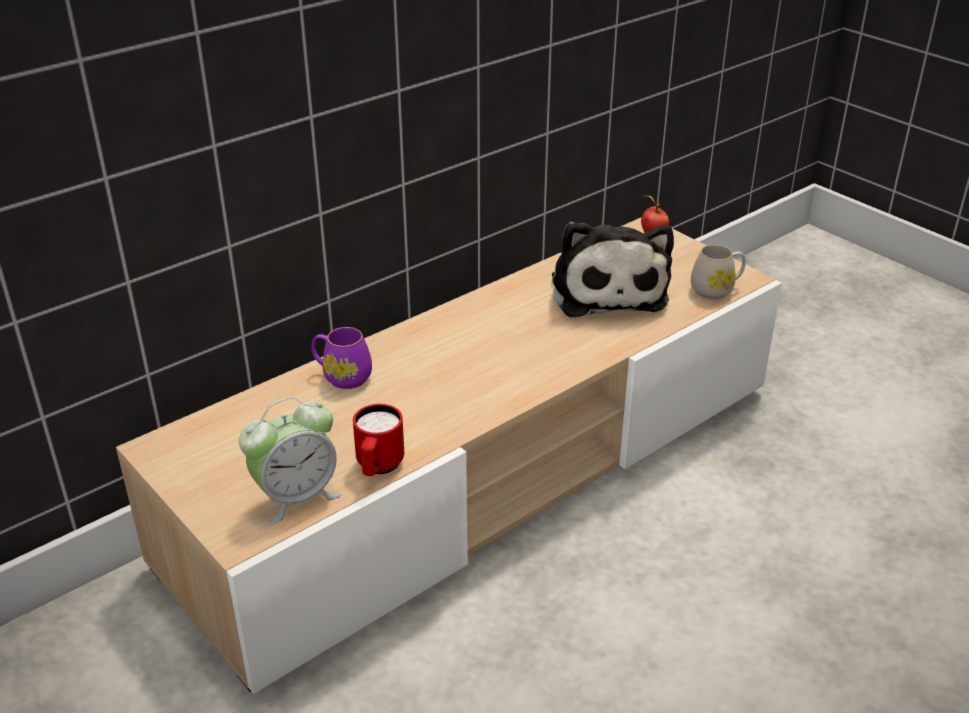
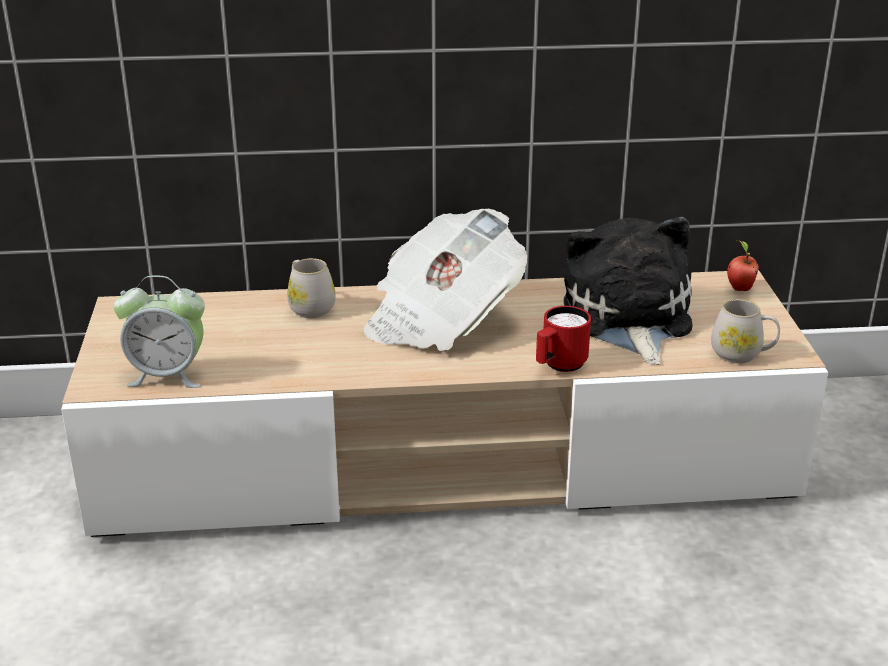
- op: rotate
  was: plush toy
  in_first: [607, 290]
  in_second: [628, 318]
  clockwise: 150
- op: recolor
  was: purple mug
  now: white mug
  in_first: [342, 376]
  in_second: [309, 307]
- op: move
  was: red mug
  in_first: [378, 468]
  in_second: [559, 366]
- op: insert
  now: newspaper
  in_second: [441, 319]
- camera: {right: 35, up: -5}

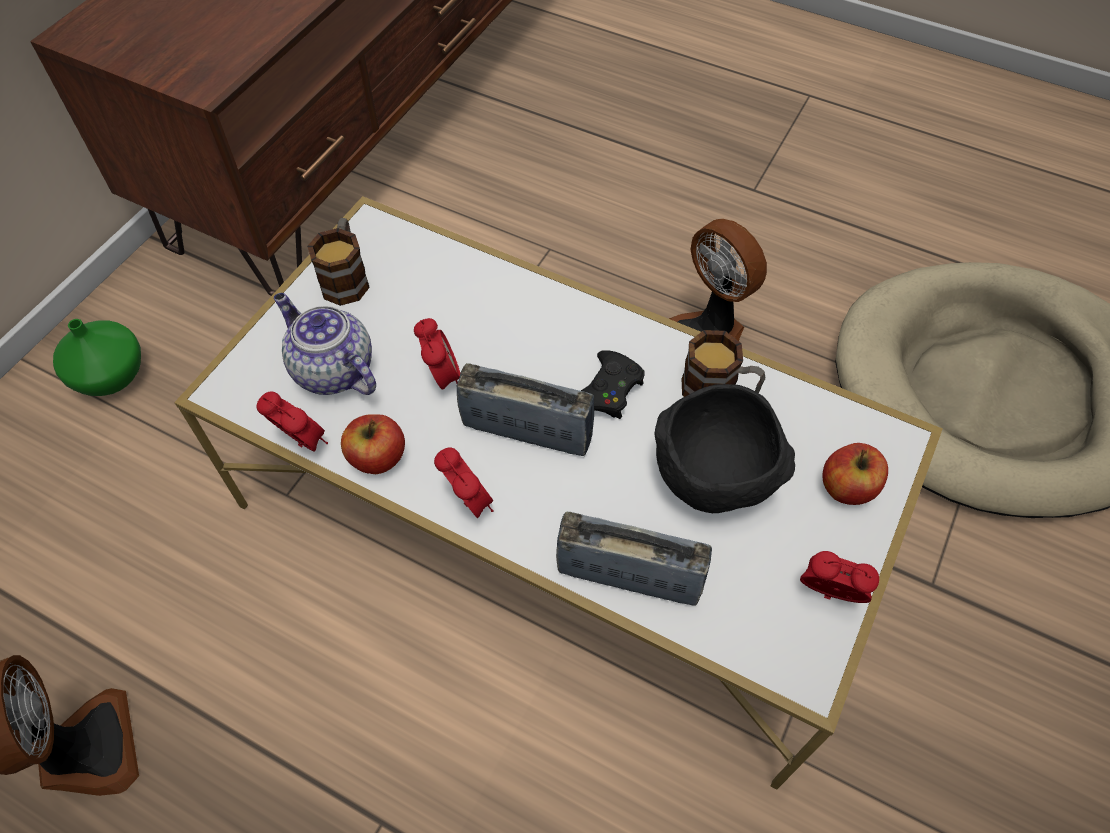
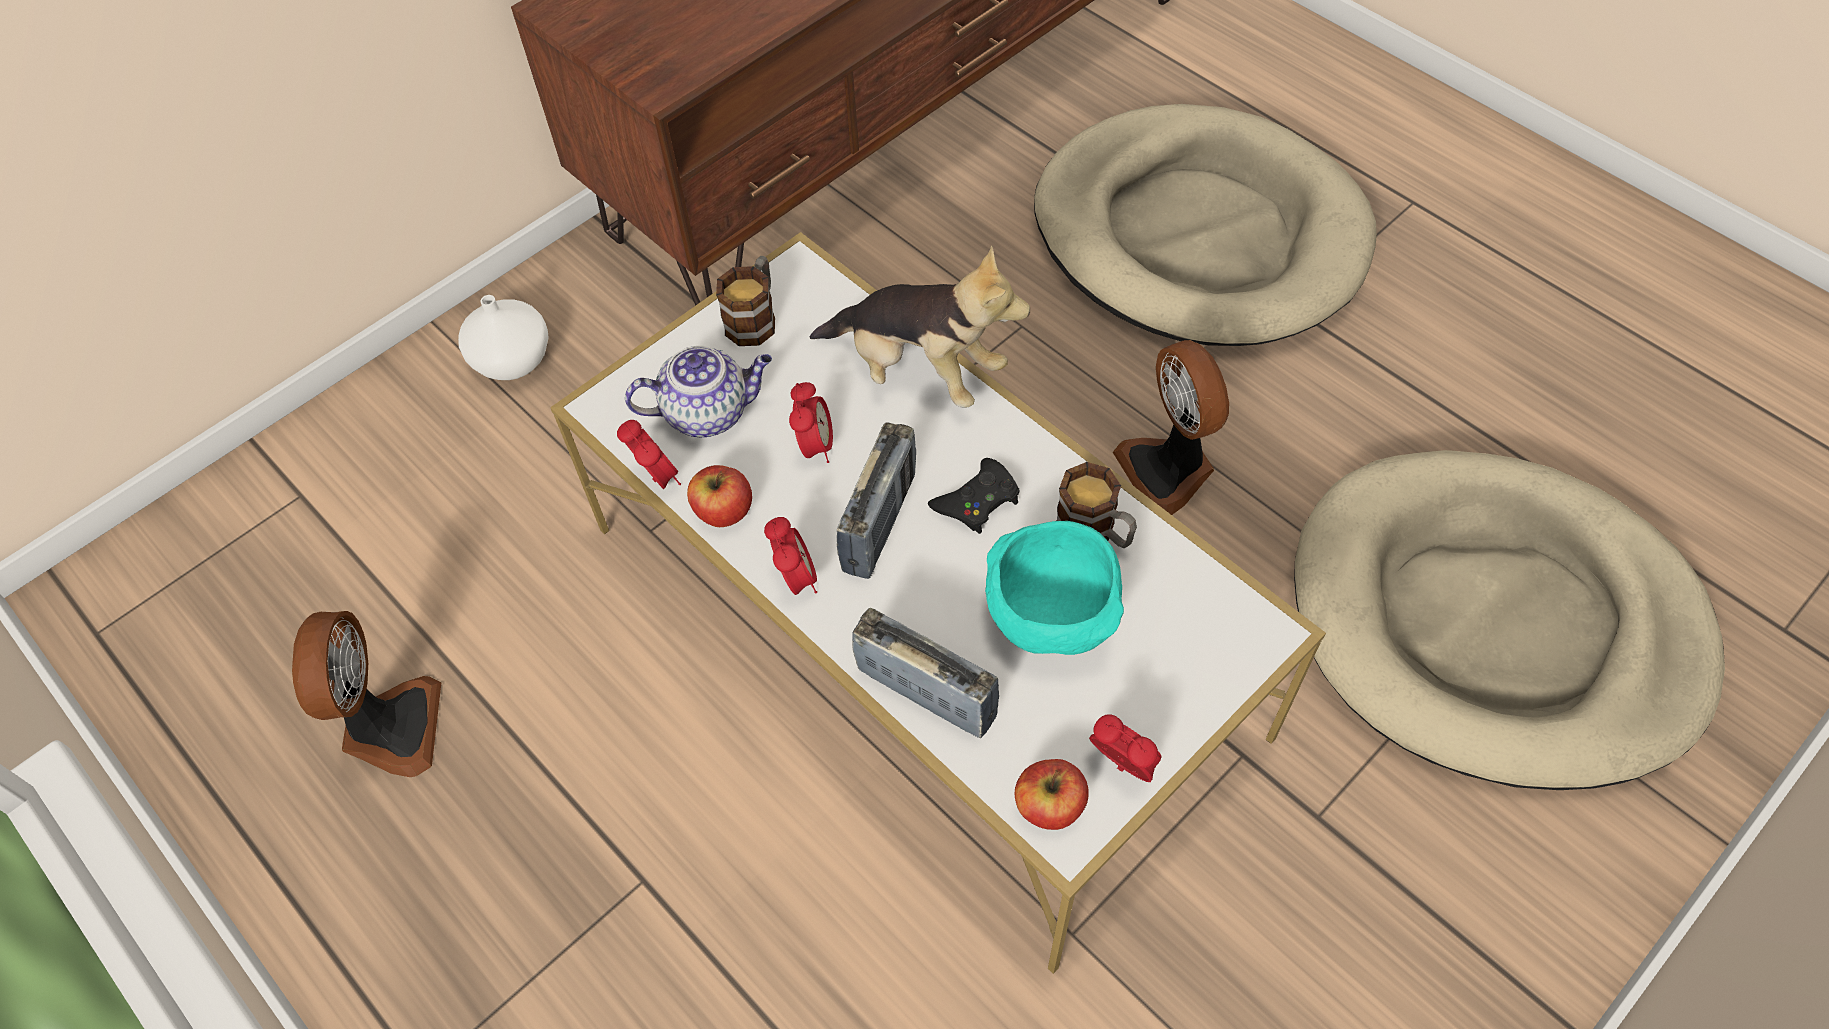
- op: rotate
  was: teapot
  in_first: [332, 370]
  in_second: [708, 412]
  clockwise: 105
- op: recolor
  was: green vase
  now: white vase
  in_first: [111, 374]
  in_second: [513, 359]
- op: rotate
  was: radio
  in_first: [527, 431]
  in_second: [879, 523]
  clockwise: 75
- op: recolor
  was: black bowl
  now: turquoise bowl
  in_first: [716, 478]
  in_second: [1055, 620]
- op: move
  was: apple
  in_first: [847, 487]
  in_second: [1050, 806]
- op: insert
  now: beige dog bed
  in_second: [1199, 235]
- op: insert
  now: plush toy
  in_second: [919, 371]
- camera: {right: 20, up: 0}

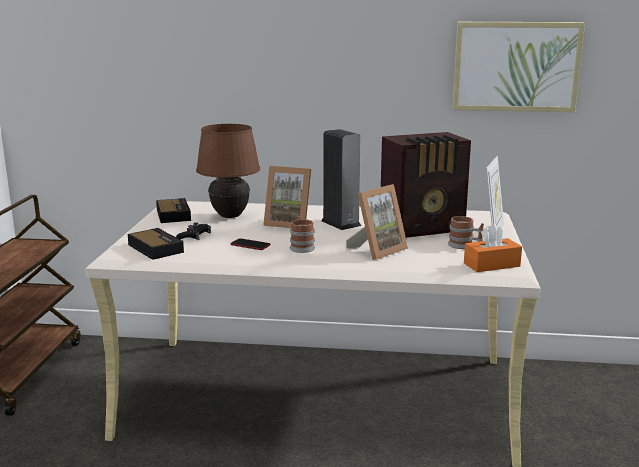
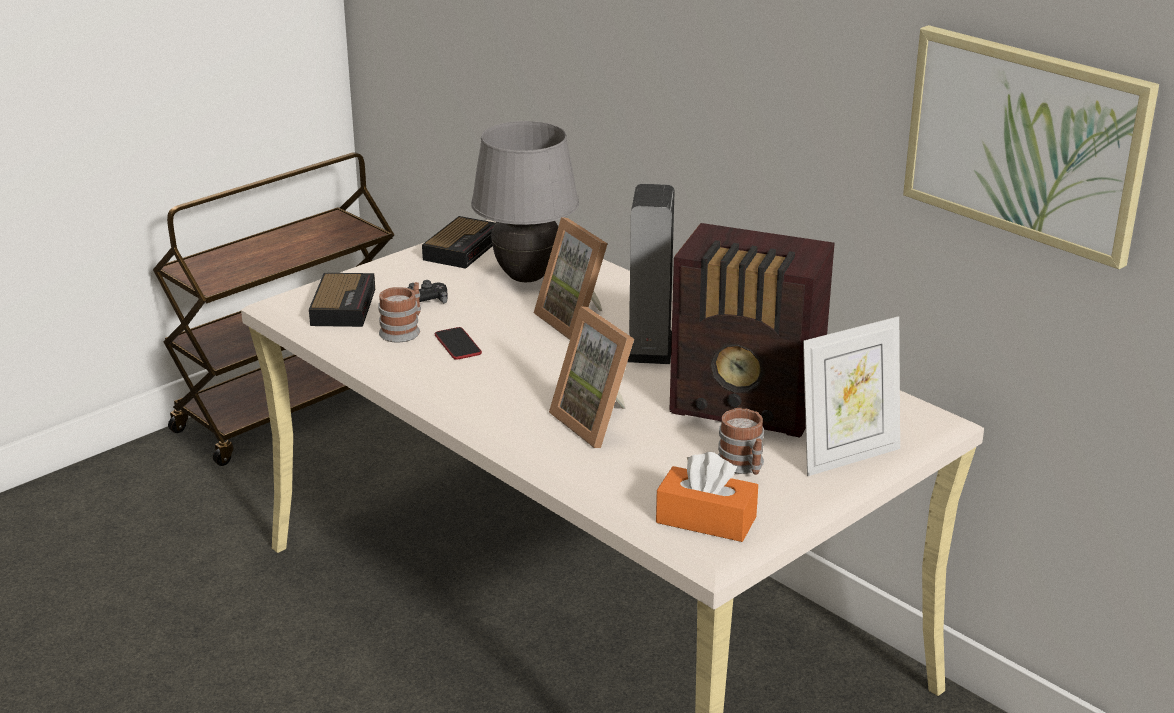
- op: recolor
  was: brown table lamp
  now: grey table lamp
  in_first: [229, 216]
  in_second: [526, 277]
- op: rotate
  was: picture frame
  in_first: [377, 250]
  in_second: [599, 422]
  clockwise: 60
- op: move
  was: mug
  in_first: [301, 247]
  in_second: [404, 330]
- camera: {right: 40, up: 10}

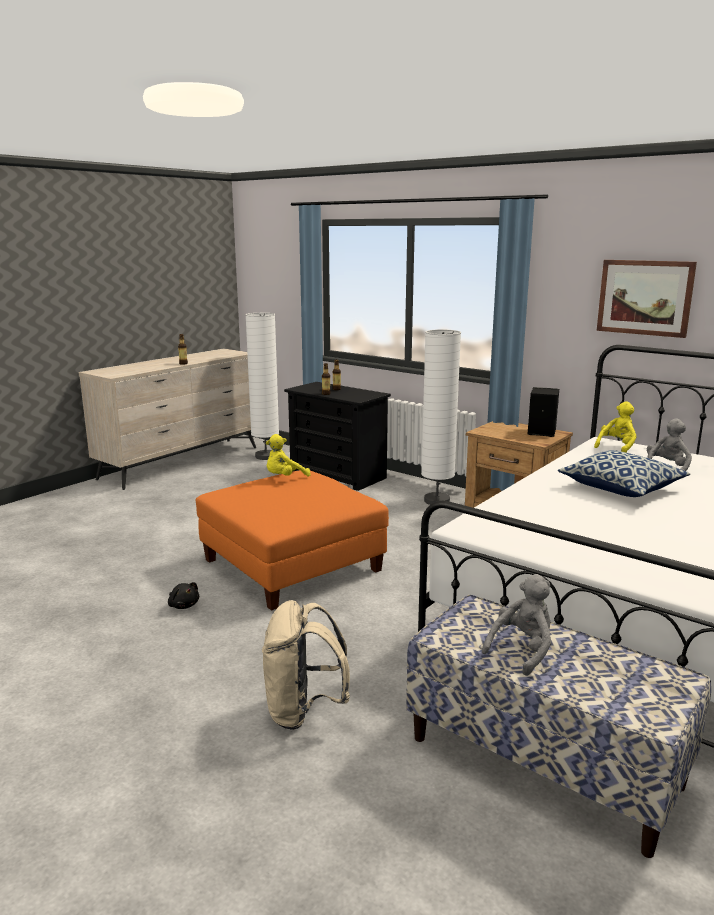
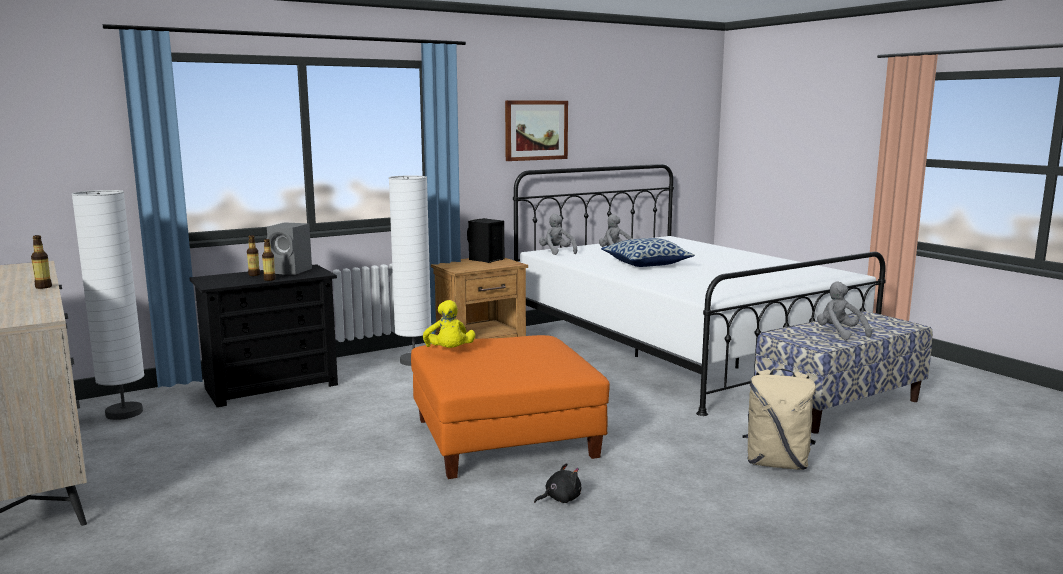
- op: recolor
  was: yellow plush toy
  now: grey plush toy
  in_first: [617, 447]
  in_second: [556, 252]
- op: insert
  now: grey speaker
  in_second: [292, 271]
- camera: {right: -70, up: -5}

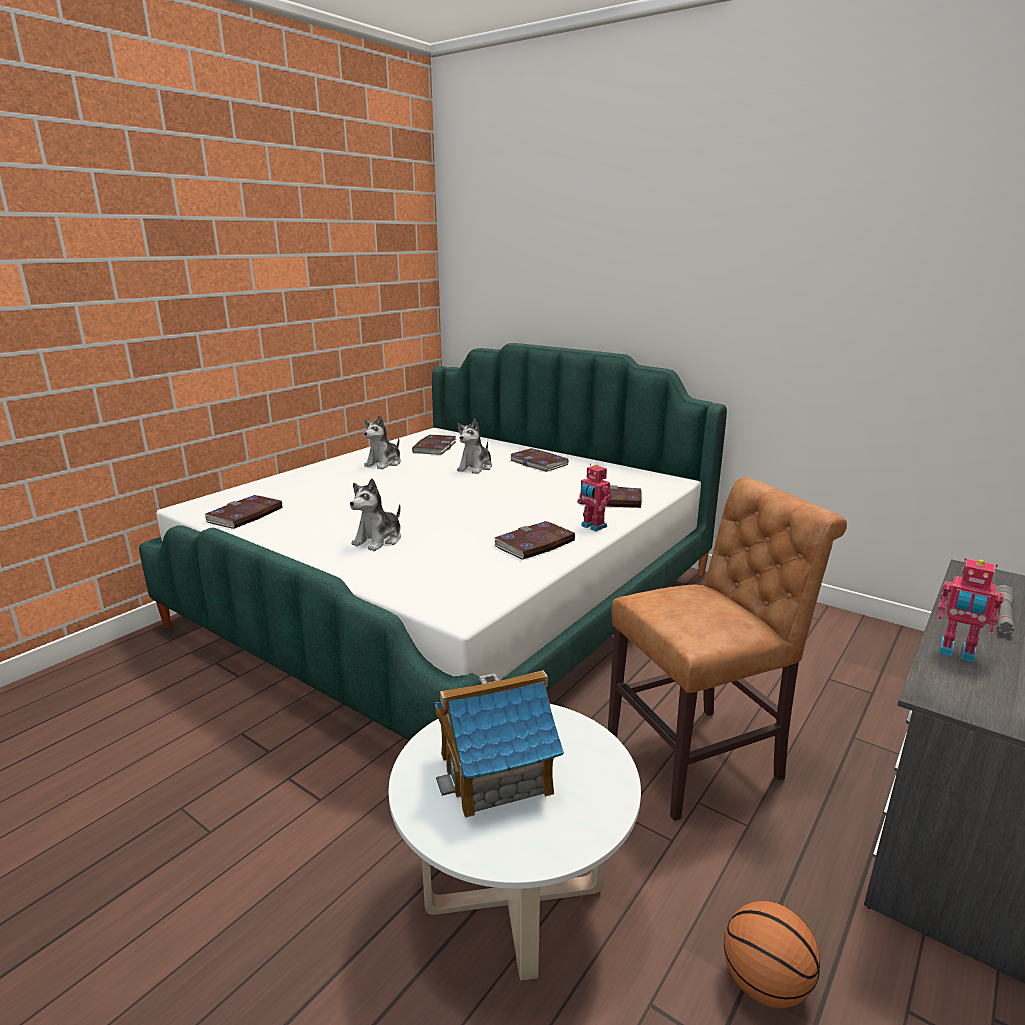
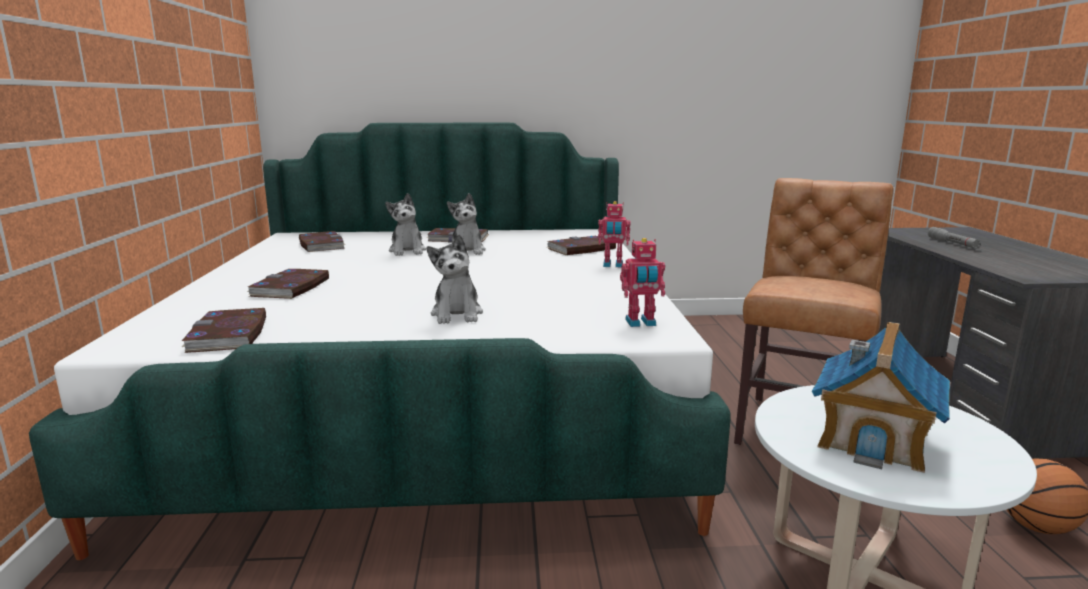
- op: move
  was: plush toy
  in_first: [384, 463]
  in_second: [467, 251]
- op: move
  was: book
  in_first: [534, 544]
  in_second: [291, 288]
- op: move
  was: toy robot
  in_first: [956, 652]
  in_second: [641, 323]
- camera: {right: -40, up: -5}

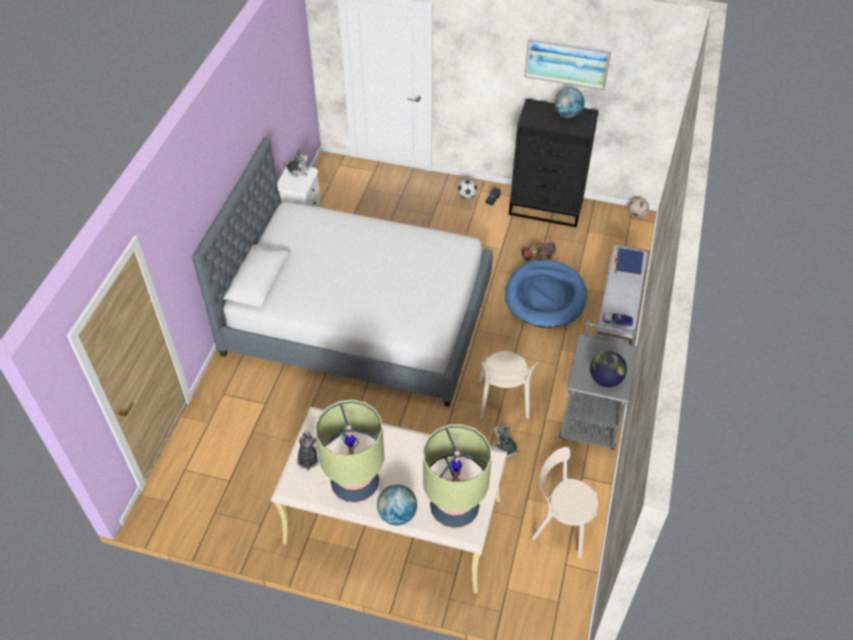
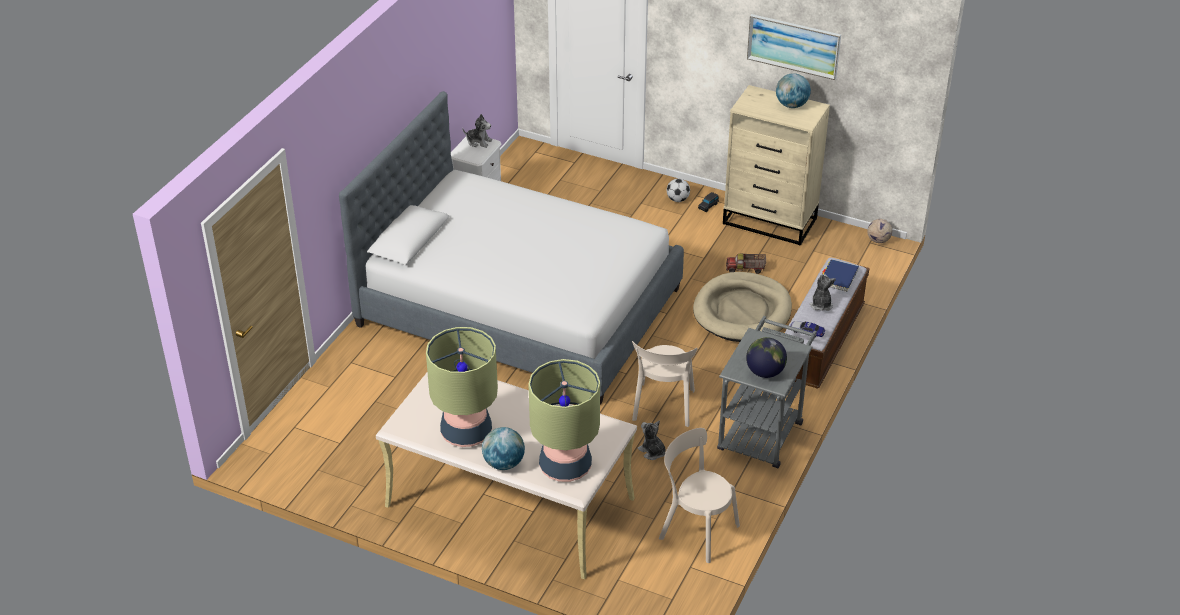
- op: recolor
  was: black dresser
  now: beige dresser
  in_first: [546, 208]
  in_second: [770, 221]
- op: recolor
  was: blue dog bed
  now: beige dog bed
  in_first: [545, 297]
  in_second: [742, 311]
- op: move
  was: plush toy
  in_first: [308, 459]
  in_second: [821, 304]
- camera: {right: 10, up: -10}

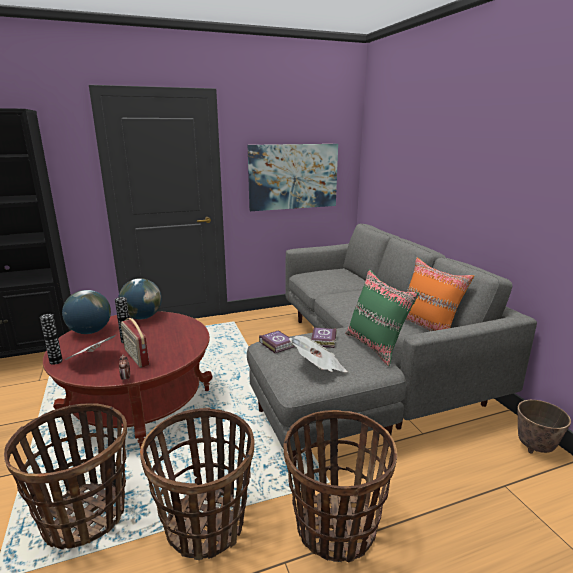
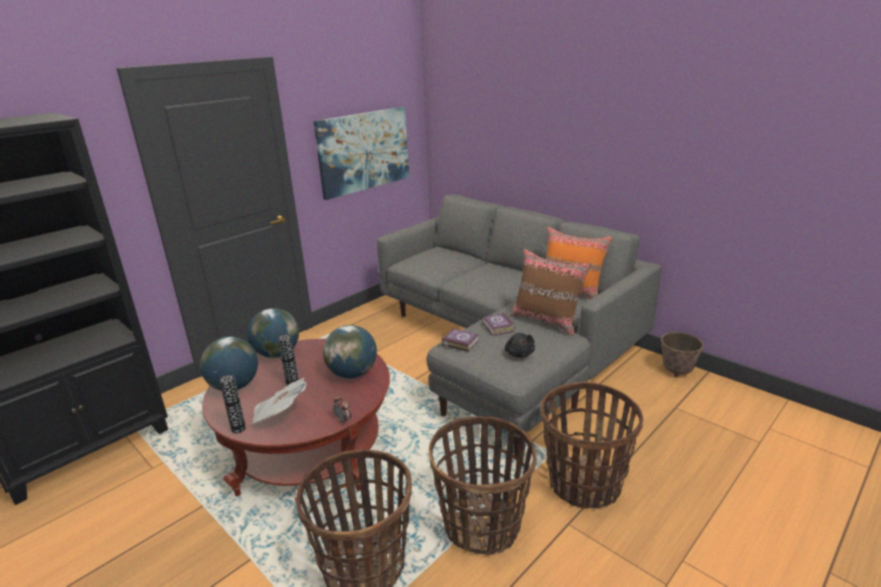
- op: recolor
  was: green pillow
  now: brown pillow
  in_first: [375, 346]
  in_second: [546, 321]
- op: delete
  was: radio
  in_first: [136, 357]
- op: replace
  was: newspaper
  now: black plush toy
  in_first: [318, 367]
  in_second: [519, 353]
- op: insert
  now: globe
  in_second: [352, 373]
- camera: {right: -25, up: 5}

